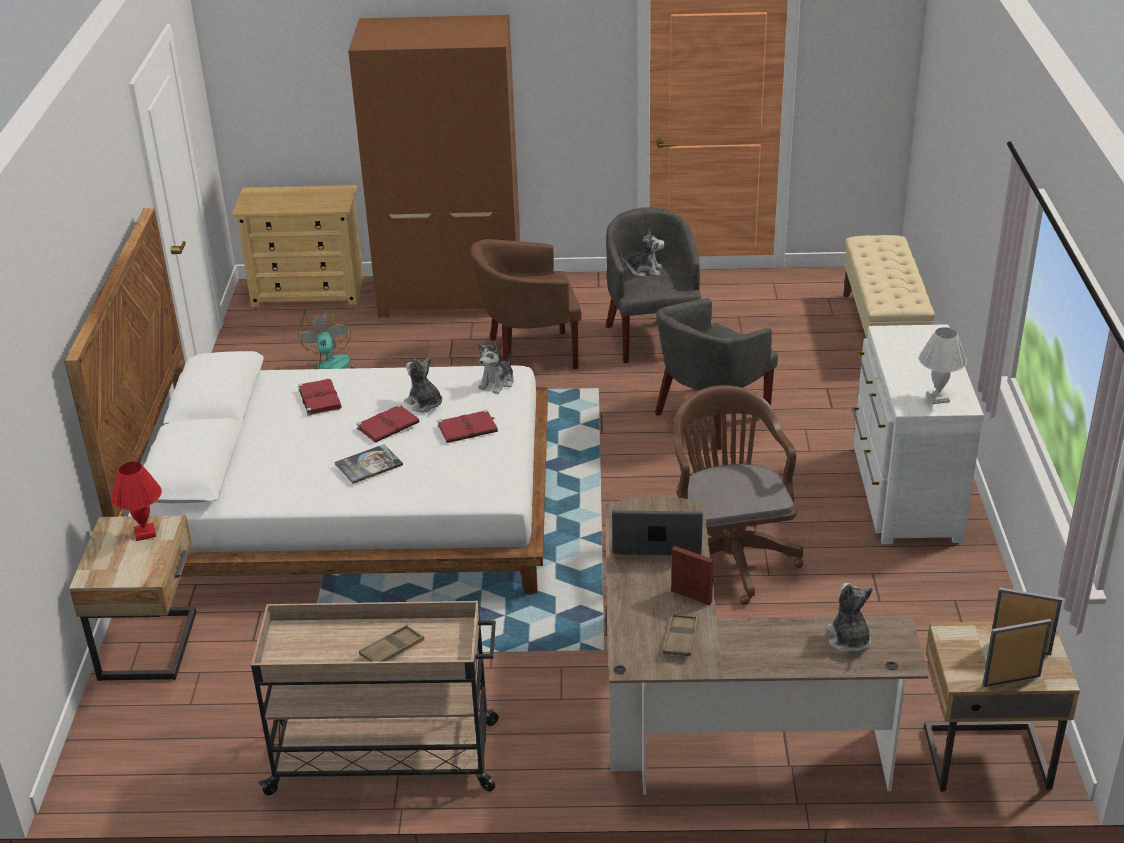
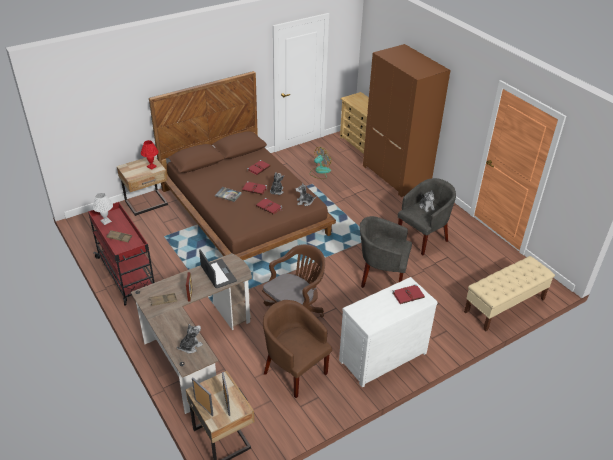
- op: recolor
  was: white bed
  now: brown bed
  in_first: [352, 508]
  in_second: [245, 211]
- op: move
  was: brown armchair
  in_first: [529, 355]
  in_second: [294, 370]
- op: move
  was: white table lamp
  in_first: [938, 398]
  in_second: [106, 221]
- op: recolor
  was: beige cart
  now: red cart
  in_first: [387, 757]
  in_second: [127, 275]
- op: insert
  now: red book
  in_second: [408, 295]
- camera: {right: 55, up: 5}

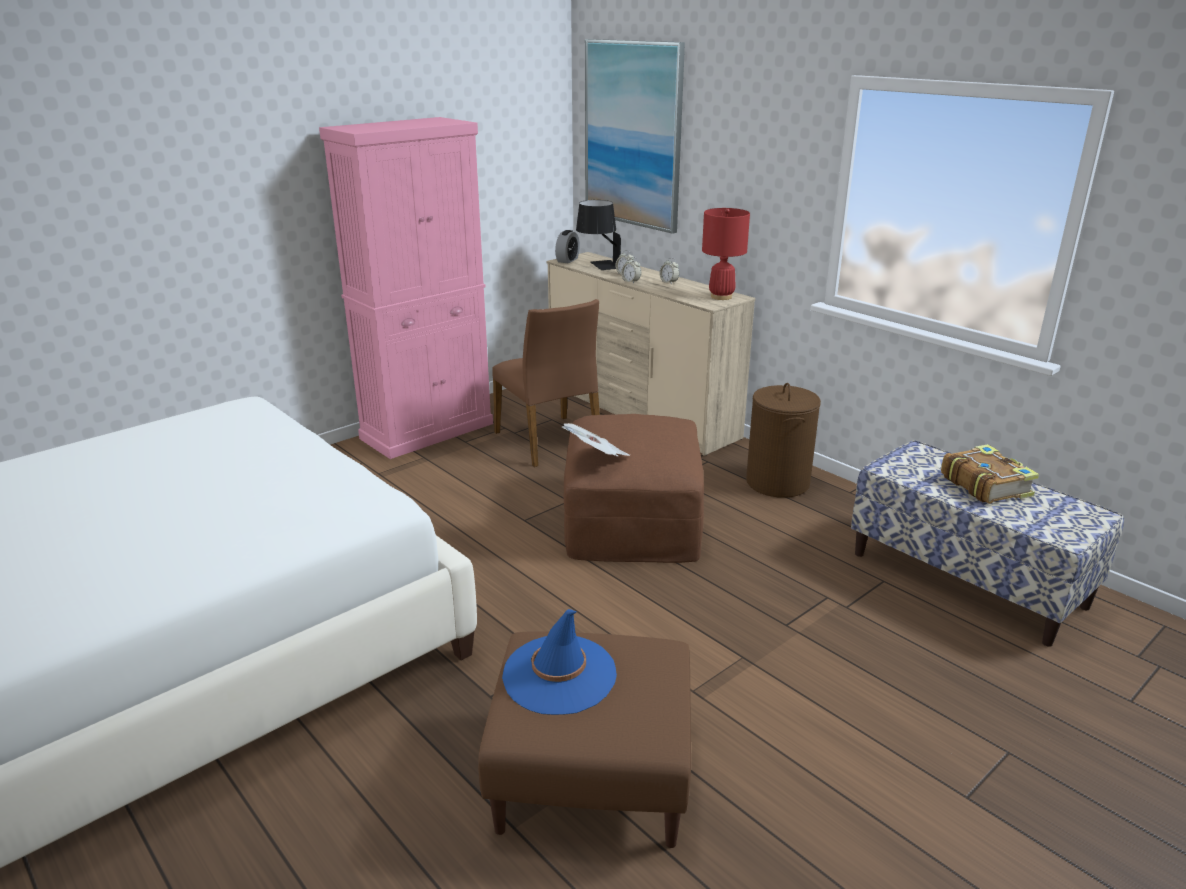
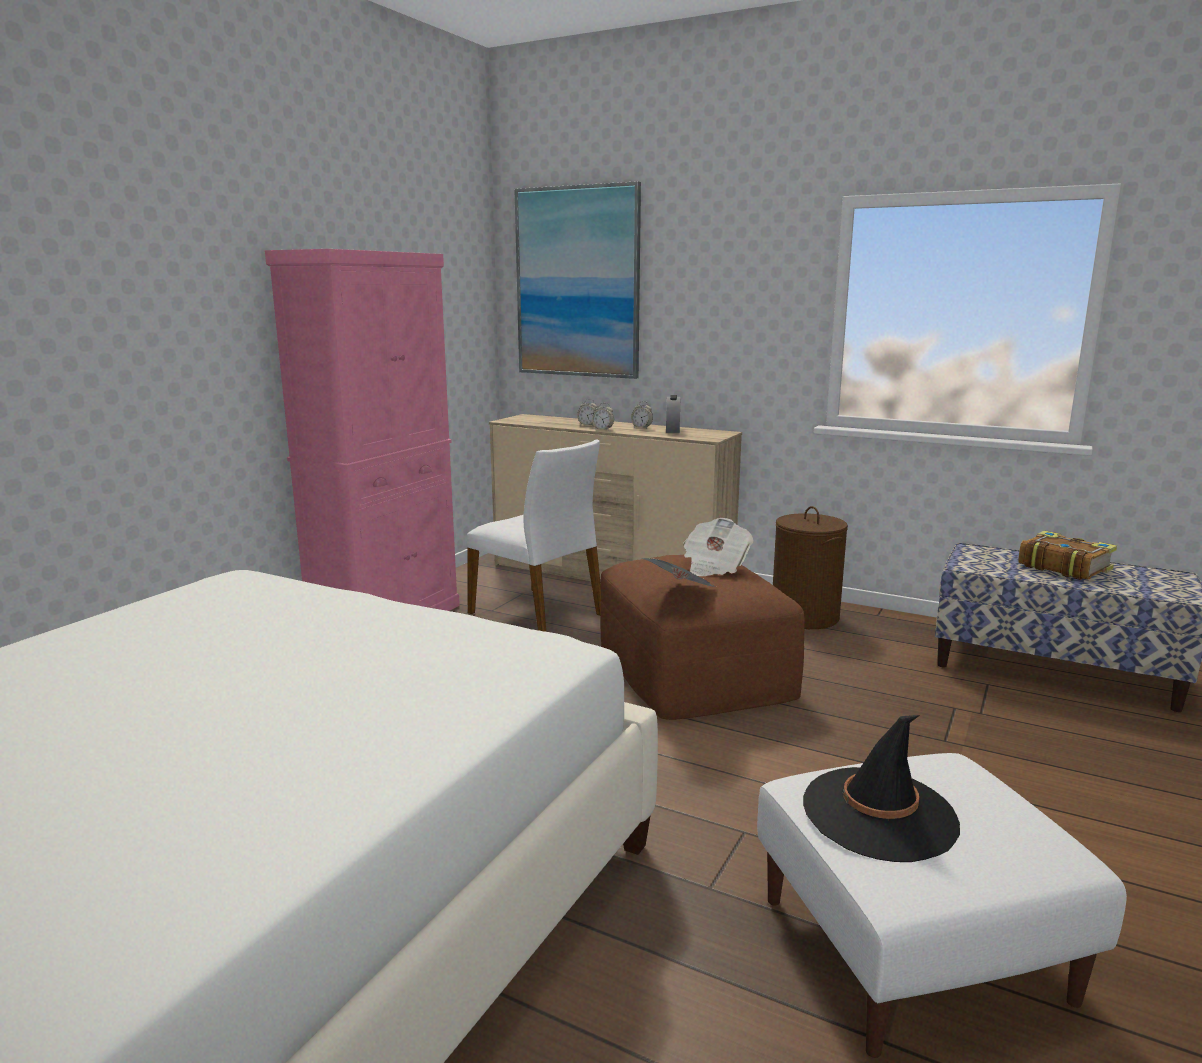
- op: delete
  was: black table lamp
  in_first: [598, 265]
- op: delete
  was: red table lamp
  in_first: [721, 297]
- op: move
  was: alarm clock
  in_first: [567, 260]
  in_second: [672, 430]
- op: recolor
  was: brown chair
  now: white chair
  in_first: [549, 441]
  in_second: [538, 613]
- op: recolor
  was: blue hat
  now: black hat
  in_first: [559, 675]
  in_second: [879, 814]
- op: recolor
  was: brown ottoman
  now: white ottoman
  in_first: [590, 776]
  in_second: [911, 949]
- op: insert
  now: newspaper
  in_second: [714, 566]
- camera: {right: -20, up: -10}

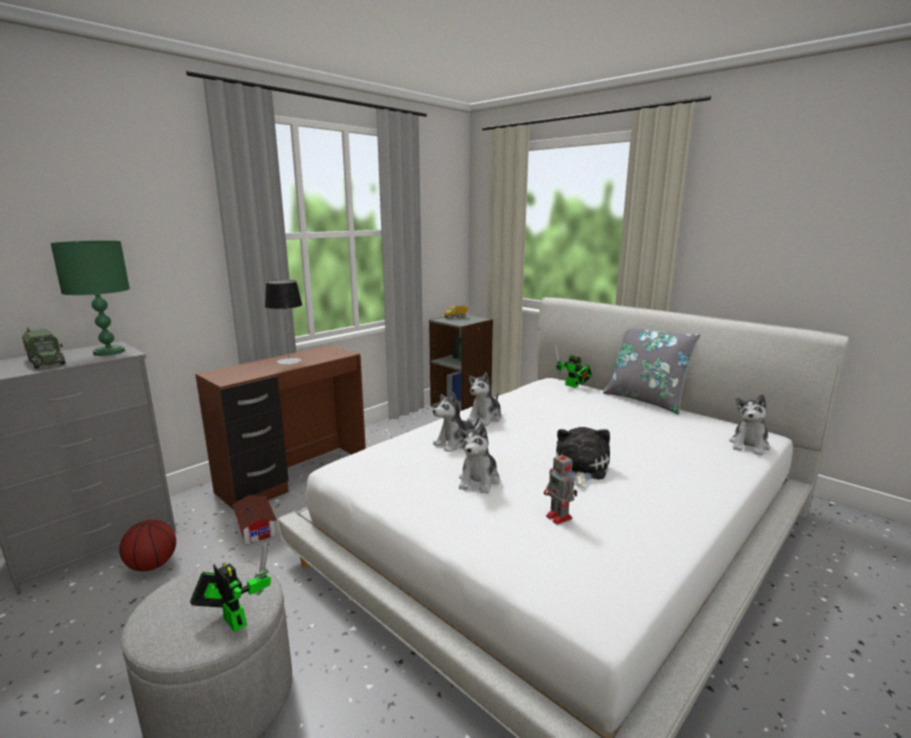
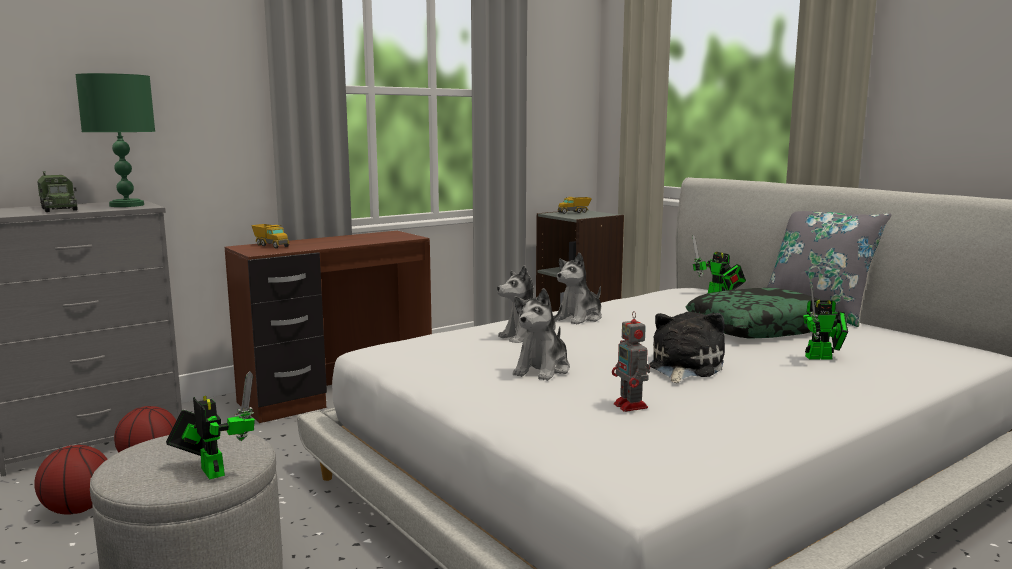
- op: delete
  was: table lamp
  in_first: [289, 361]
- op: delete
  was: plush toy
  in_first: [749, 445]
- op: delete
  was: toy house
  in_first: [257, 526]
- op: insert
  now: toy truck
  in_second: [271, 245]
- op: insert
  now: toy robot
  in_second: [823, 357]
- op: insert
  now: pillow
  in_second: [759, 327]
- op: insert
  now: basketball
  in_second: [77, 509]
- camera: {right: 10, up: -5}

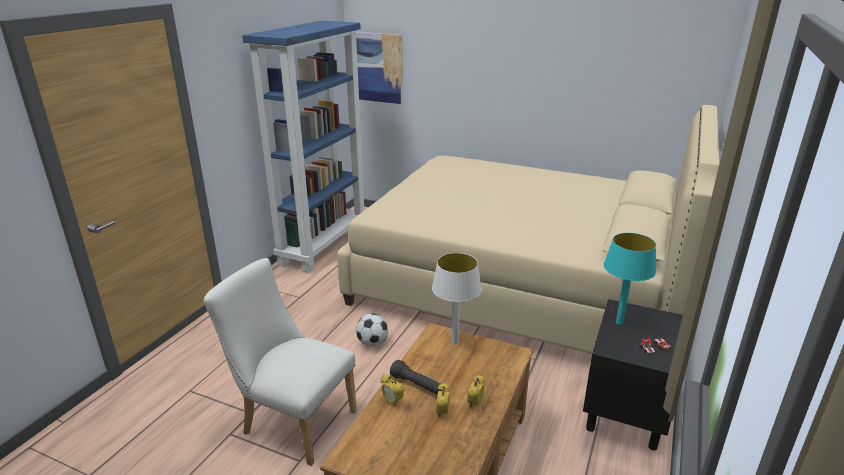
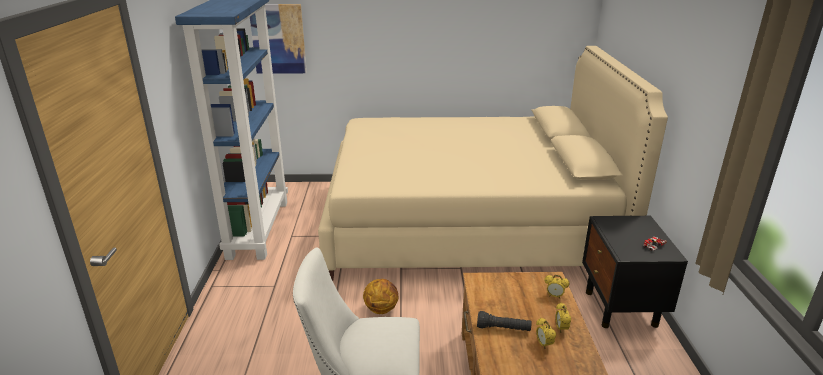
- op: delete
  was: turquoise table lamp
  in_first: [619, 322]
- op: delete
  was: white table lamp
  in_first: [455, 342]
- op: replace
  was: football
  now: basketball
  in_first: [372, 343]
  in_second: [381, 309]
- op: move
  was: alarm clock
  in_first: [392, 401]
  in_second: [554, 296]
- camera: {right: -25, up: 0}

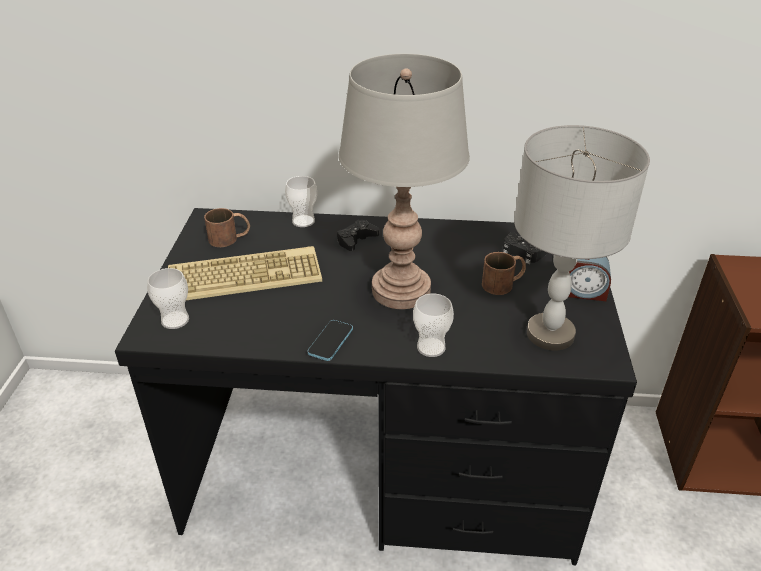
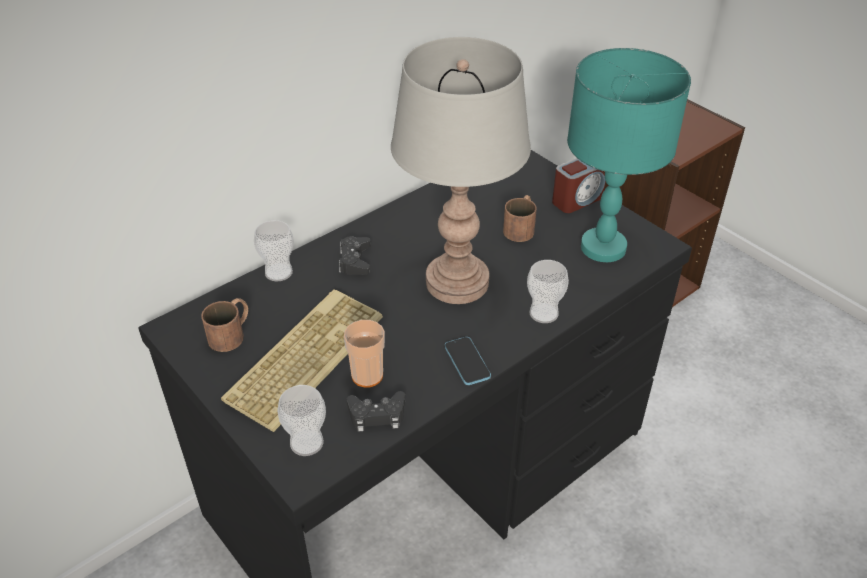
- op: recolor
  was: grey table lamp
  now: turquoise table lamp
  in_first: [551, 334]
  in_second: [604, 247]
- op: move
  was: black game controller
  in_first: [522, 252]
  in_second: [377, 415]
- op: insert
  now: cup
  in_second: [367, 375]
- camera: {right: -45, up: 5}

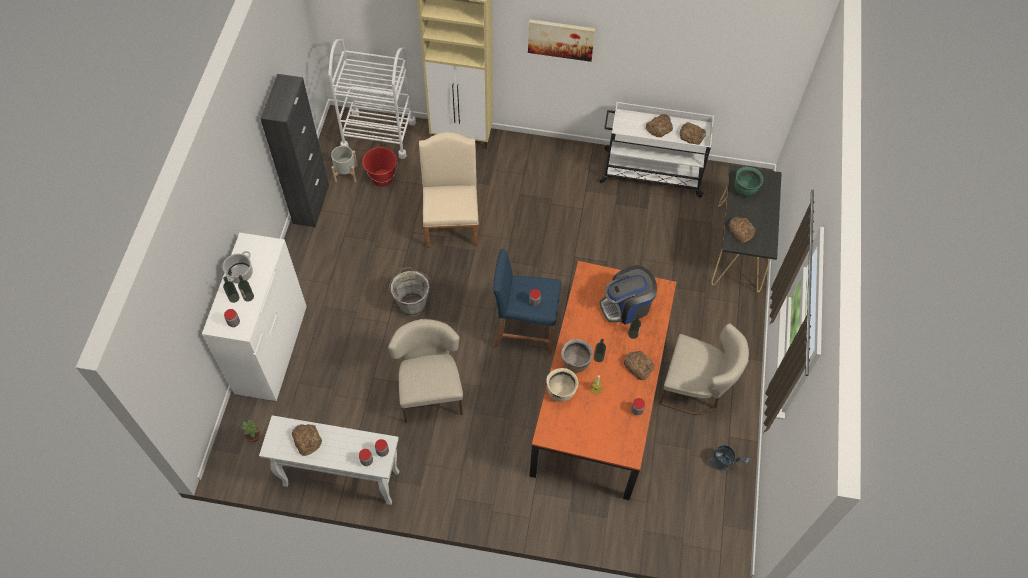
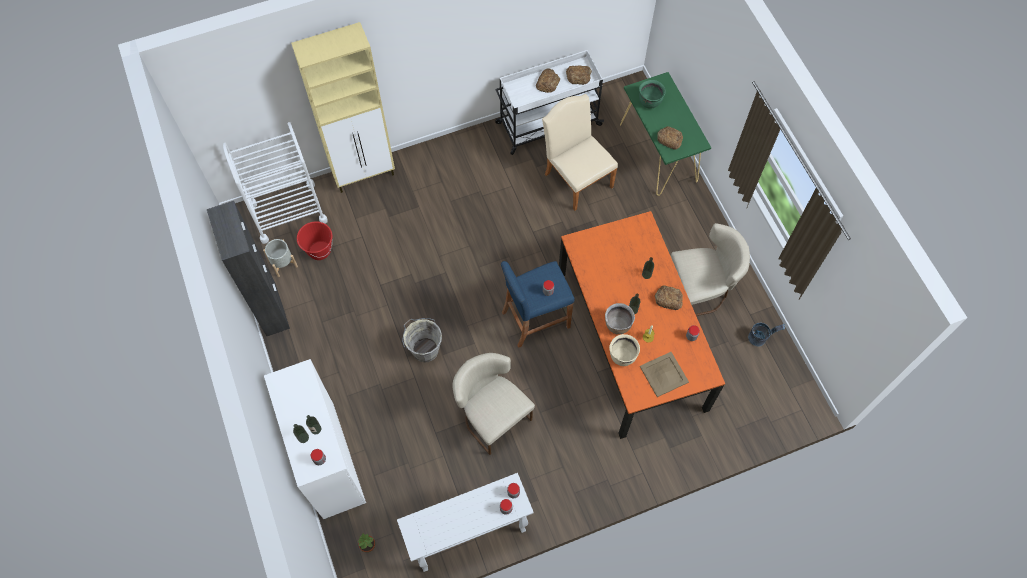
- op: delete
  was: picture
  in_first: [561, 39]
- op: move
  was: beige chair
  in_first: [451, 220]
  in_second: [576, 177]
- op: recolor
  was: black console table
  now: green console table
  in_first: [738, 248]
  in_second: [658, 153]
- op: delete
  was: cooking pot
  in_first: [240, 273]
- op: delete
  was: coffee machine
  in_first: [626, 306]
- op: delete
  was: bread
  in_first: [307, 440]
- op: insert
  now: beige tray
  in_second: [663, 374]
- camera: {right: -30, up: 5}

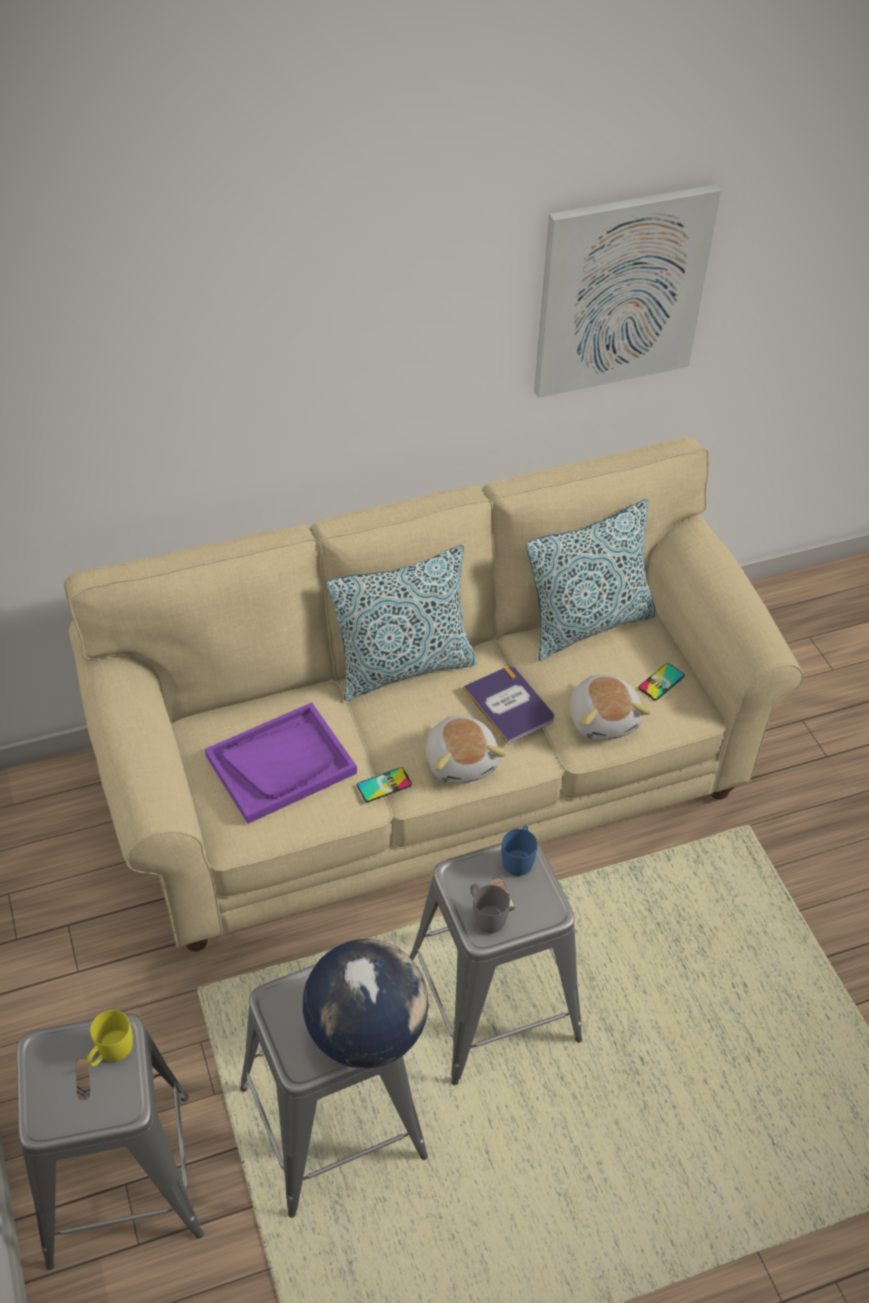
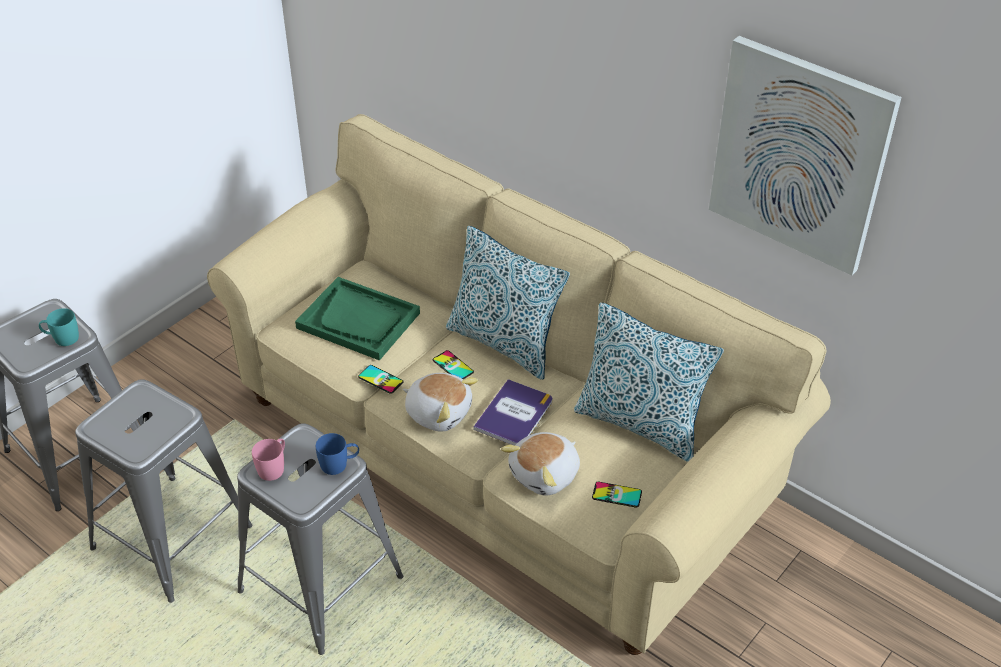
- op: recolor
  was: purple tray
  now: green tray
  in_first: [281, 764]
  in_second: [359, 320]
- op: rotate
  was: plush toy
  in_first: [462, 761]
  in_second: [439, 412]
  clockwise: -105
- op: recolor
  was: grey mug
  now: pink mug
  in_first: [485, 915]
  in_second: [274, 467]
- op: delete
  was: globe
  in_first: [368, 1032]
- op: recolor
  was: yellow mug
  now: turquoise mug
  in_first: [110, 1052]
  in_second: [61, 338]
- op: insert
  now: phone
  in_second: [453, 366]
- camera: {right: 60, up: -5}

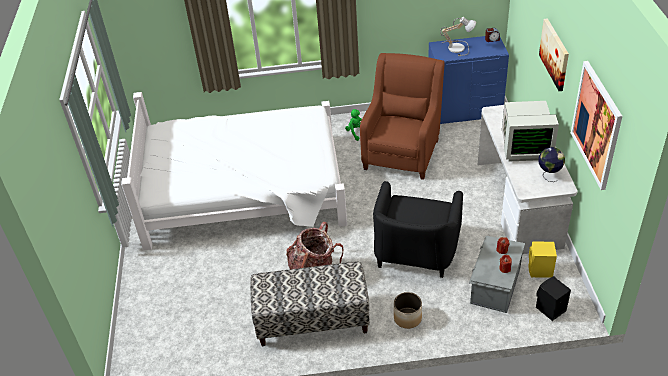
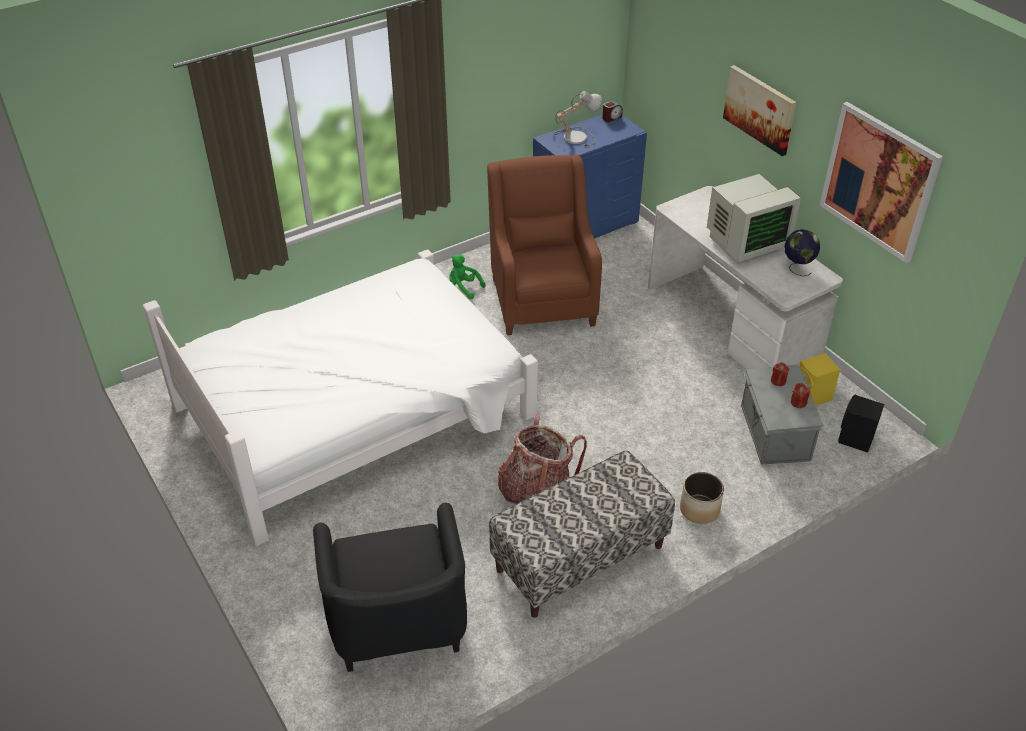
- op: move
  was: black armchair
  in_first: [415, 252]
  in_second: [397, 621]
- camera: {right: -30, up: 0}

